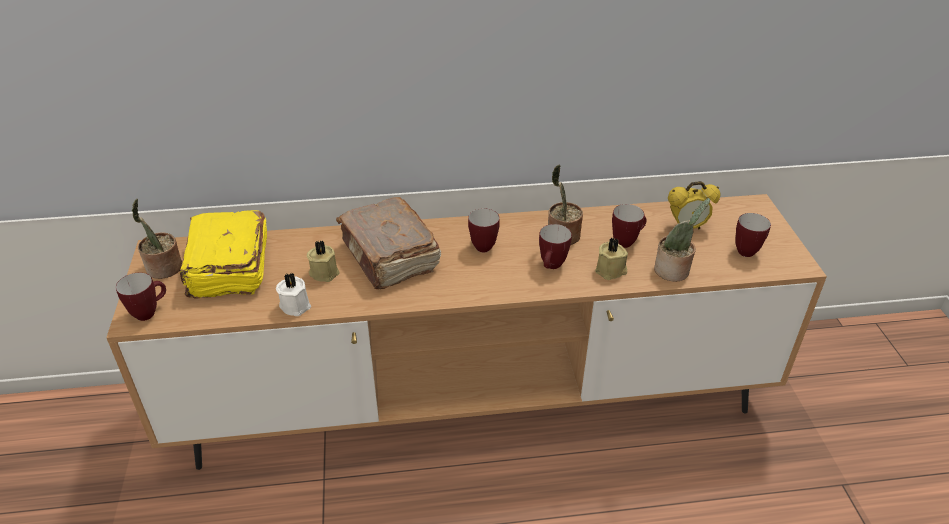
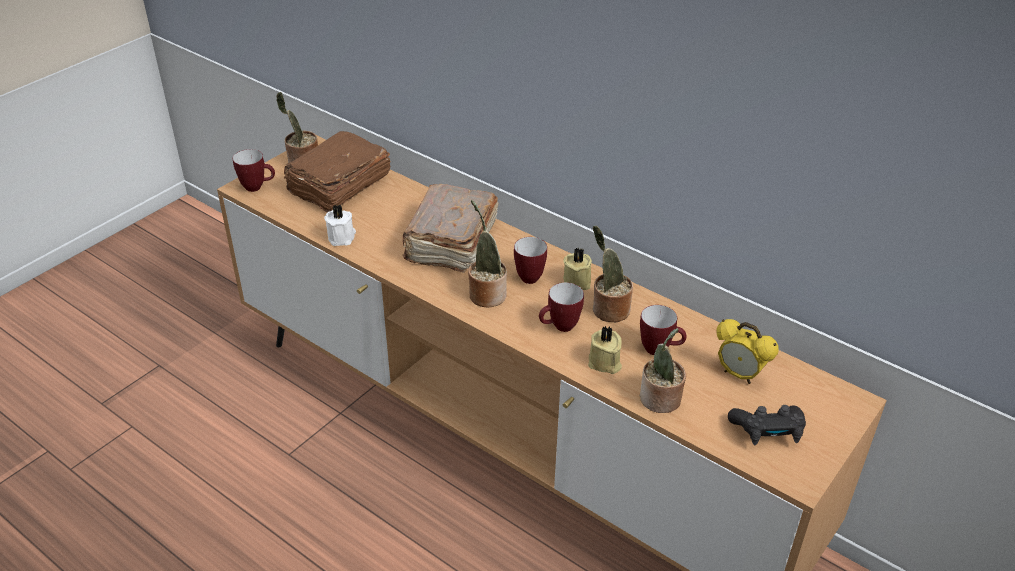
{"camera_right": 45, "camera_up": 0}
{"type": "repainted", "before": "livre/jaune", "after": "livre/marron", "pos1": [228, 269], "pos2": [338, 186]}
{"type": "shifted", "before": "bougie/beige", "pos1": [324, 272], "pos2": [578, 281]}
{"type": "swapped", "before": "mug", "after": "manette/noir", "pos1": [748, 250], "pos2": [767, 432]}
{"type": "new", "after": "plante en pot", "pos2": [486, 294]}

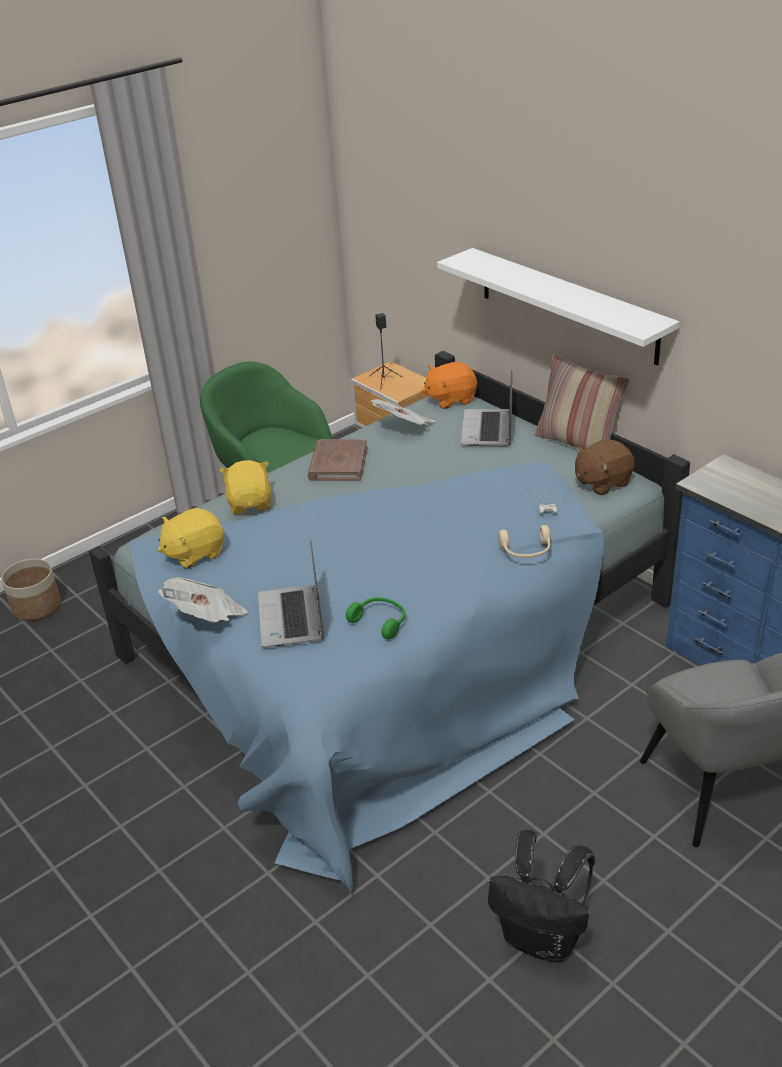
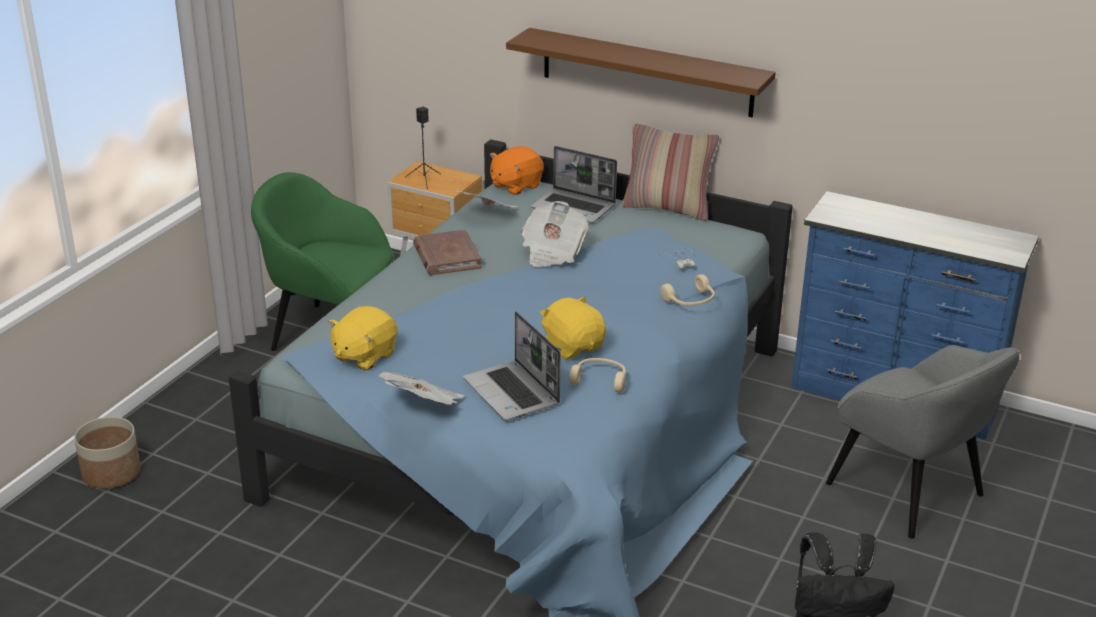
{"camera_right": -25, "camera_up": -5}
{"type": "shifted", "before": "peluche/jaune", "pos1": [250, 503], "pos2": [573, 346]}
{"type": "repainted", "before": "casque audio/vert", "after": "casque audio/beige", "pos1": [380, 621], "pos2": [600, 380]}
{"type": "repainted", "before": "étagère/blanc", "after": "étagère/marron", "pos1": [567, 305], "pos2": [646, 72]}
{"type": "rotated", "before": "ordinateur portable", "pos1": [488, 430], "pos2": [574, 207], "turn": -45}
{"type": "gone", "before": "peluche/marron", "pos1": [602, 482]}
{"type": "new", "after": "journal", "pos2": [552, 252]}

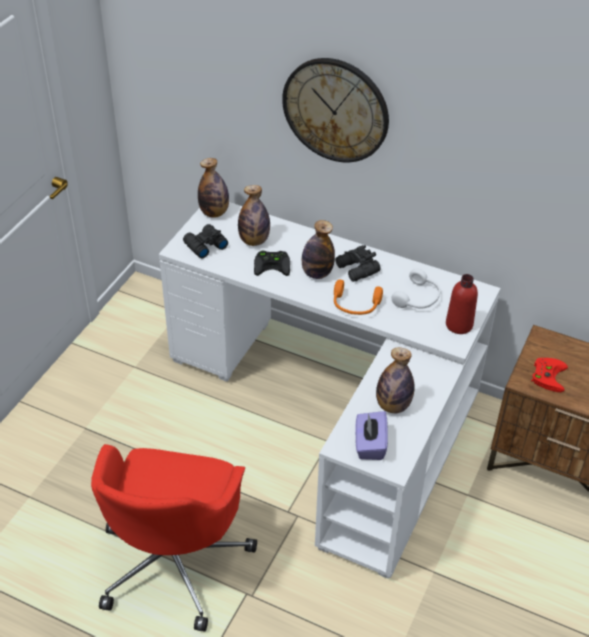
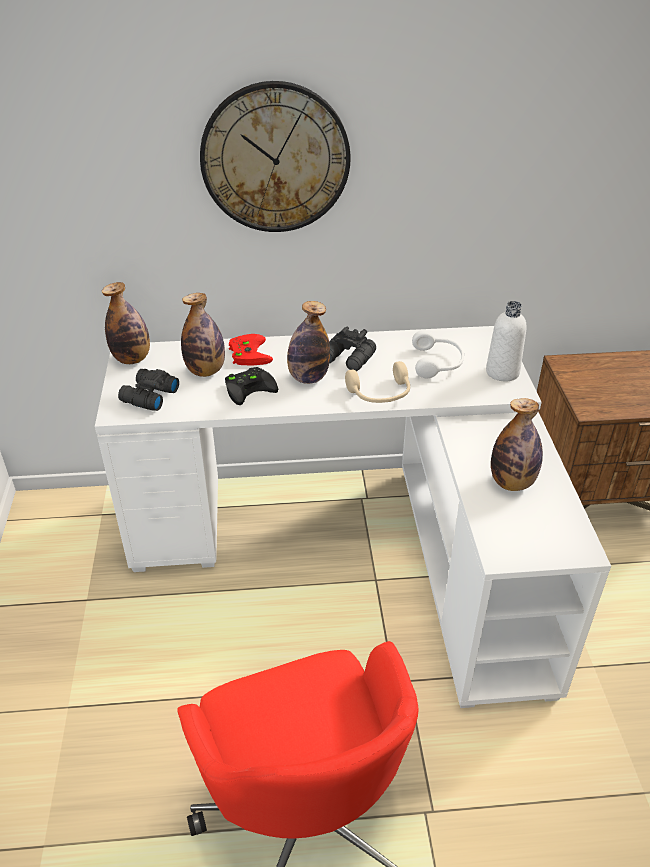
{"camera_right": -30, "camera_up": -5}
{"type": "repainted", "before": "casque audio/orange", "after": "casque audio/beige", "pos1": [355, 306], "pos2": [380, 394]}
{"type": "gone", "before": "boîte à mouchoirs/violet", "pos1": [370, 445]}
{"type": "repainted", "before": "bouteille/rouge", "after": "bouteille/blanc", "pos1": [459, 325], "pos2": [502, 372]}
{"type": "shifted", "before": "manette/rouge", "pos1": [547, 375], "pos2": [247, 353]}

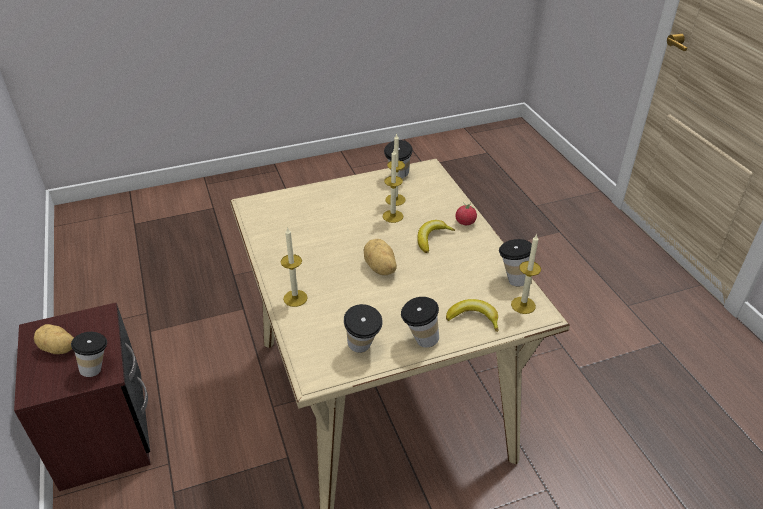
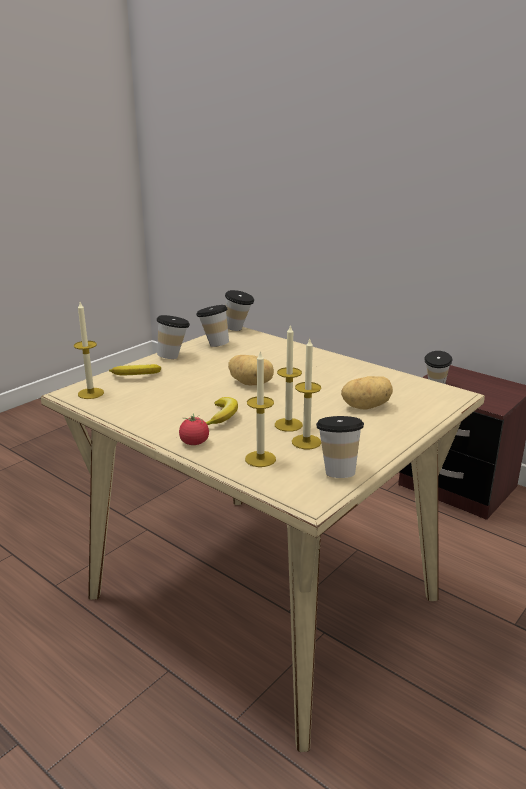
{"camera_right": 150, "camera_up": -15}
{"type": "shifted", "before": "pomme de terre", "pos1": [58, 349], "pos2": [365, 406]}
{"type": "shifted", "before": "bougie", "pos1": [295, 298], "pos2": [260, 459]}
{"type": "shifted", "before": "tasse", "pos1": [512, 279], "pos2": [239, 329]}

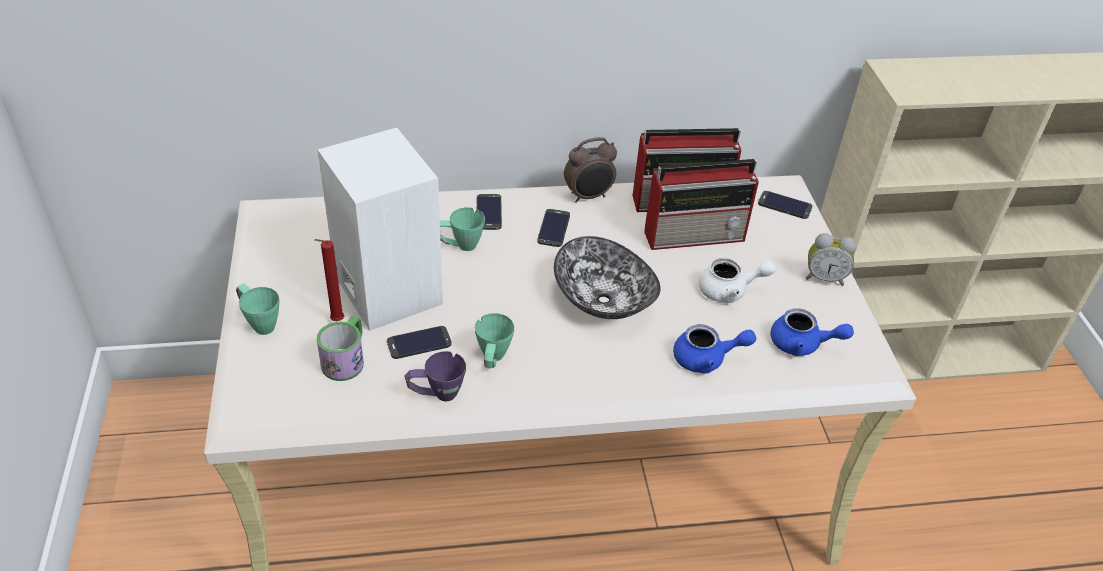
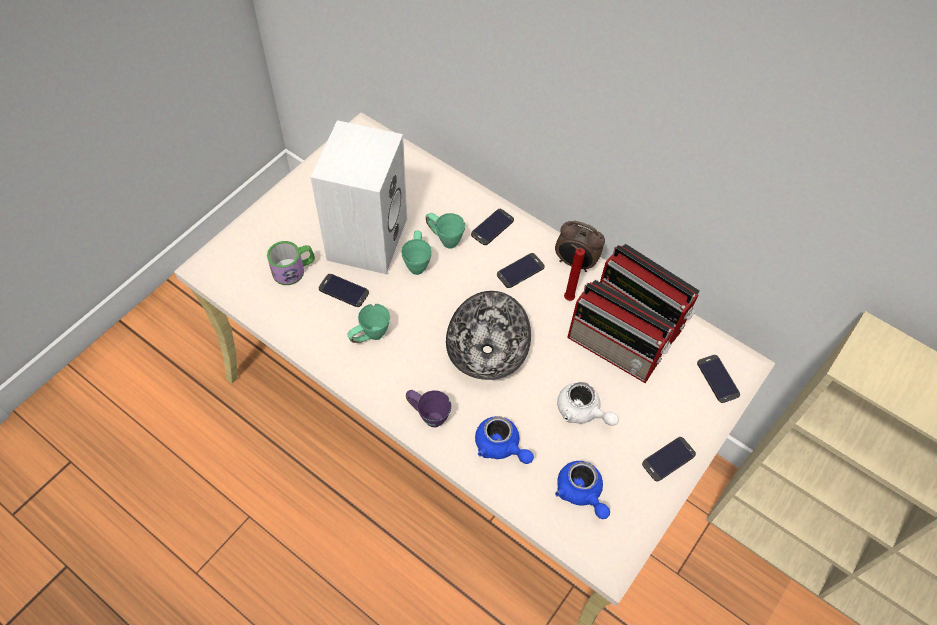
{"camera_right": 45, "camera_up": 15}
{"type": "shifted", "before": "mug/vert", "pos1": [259, 323], "pos2": [417, 262]}
{"type": "shifted", "before": "bougie/rouge", "pos1": [335, 321], "pos2": [567, 298]}
{"type": "shifted", "before": "mug/violet", "pos1": [436, 395], "pos2": [427, 416]}
{"type": "swapped", "before": "réveil", "after": "téléphone", "pos1": [824, 278], "pos2": [668, 459]}

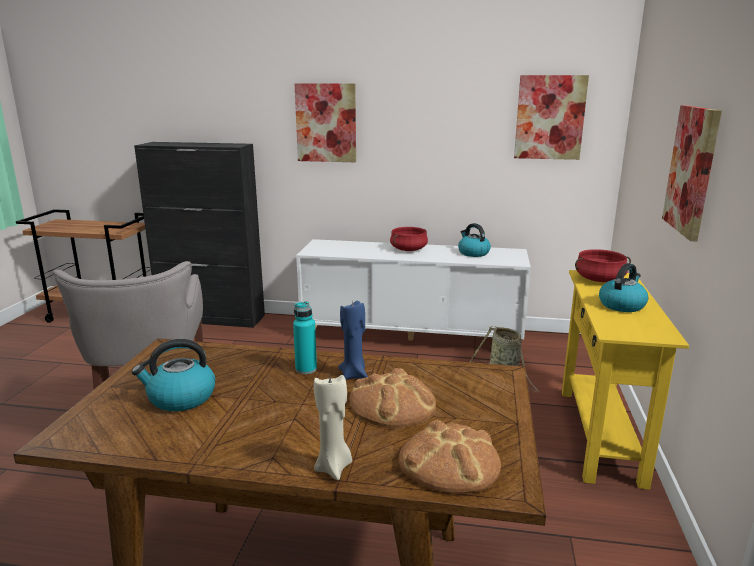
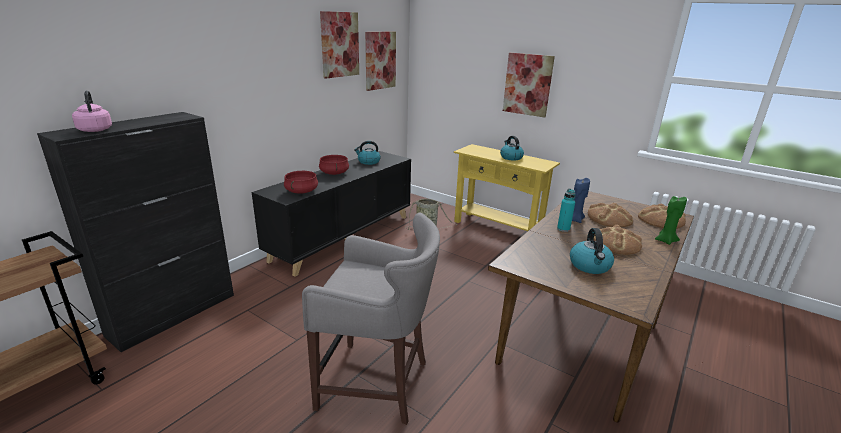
{"camera_right": -65, "camera_up": 5}
{"type": "shifted", "before": "tableau", "pos1": [326, 123], "pos2": [339, 44]}
{"type": "repainted", "before": "meuble de rangement/blanc", "after": "meuble de rangement/noir", "pos1": [412, 337], "pos2": [344, 237]}
{"type": "repainted", "before": "bougie/beige", "after": "bougie/vert", "pos1": [334, 467], "pos2": [665, 241]}
{"type": "shifted", "before": "marmite/rouge", "pos1": [599, 280], "pos2": [301, 191]}
{"type": "new", "after": "bouilloire/rose", "pos2": [95, 129]}
{"type": "new", "after": "pain", "pos2": [615, 243]}

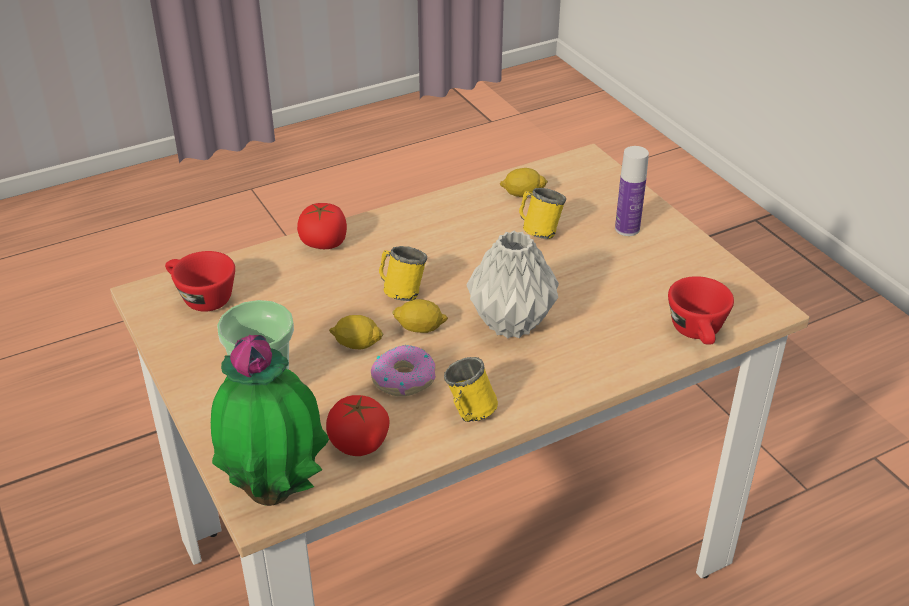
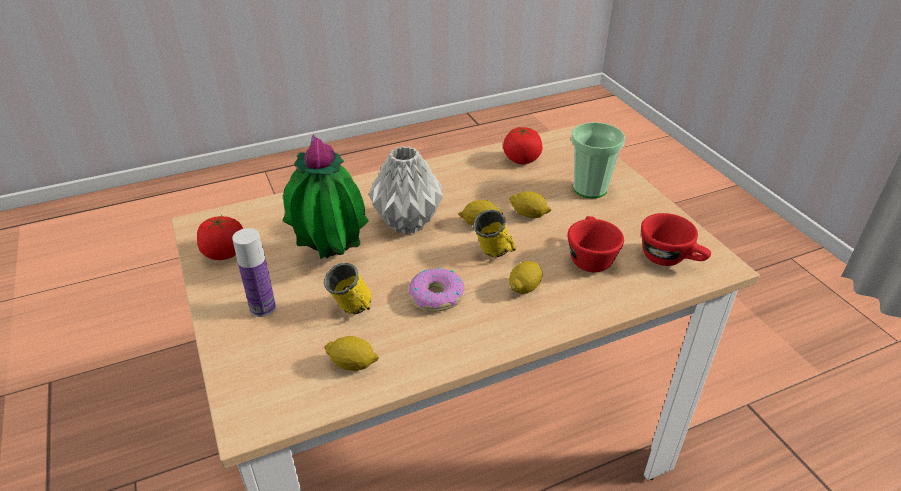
{"camera_right": -175, "camera_up": 0}
{"type": "shifted", "before": "plante en pot", "pos1": [276, 490], "pos2": [331, 258]}
{"type": "shifted", "before": "tomate", "pos1": [324, 243], "pos2": [224, 252]}
{"type": "shifted", "before": "beignet", "pos1": [403, 378], "pos2": [436, 296]}
{"type": "gone", "before": "mug/jaune", "pos1": [468, 415]}
{"type": "shifted", "before": "tasse/rouge", "pos1": [698, 333], "pos2": [589, 257]}
{"type": "new", "after": "citron", "pos2": [524, 287]}

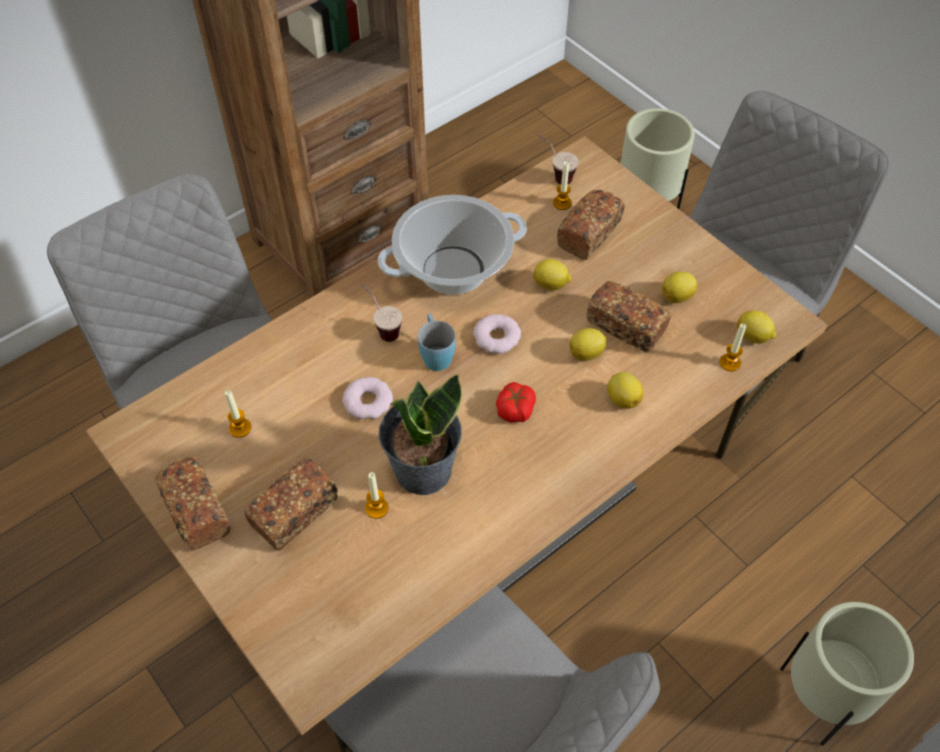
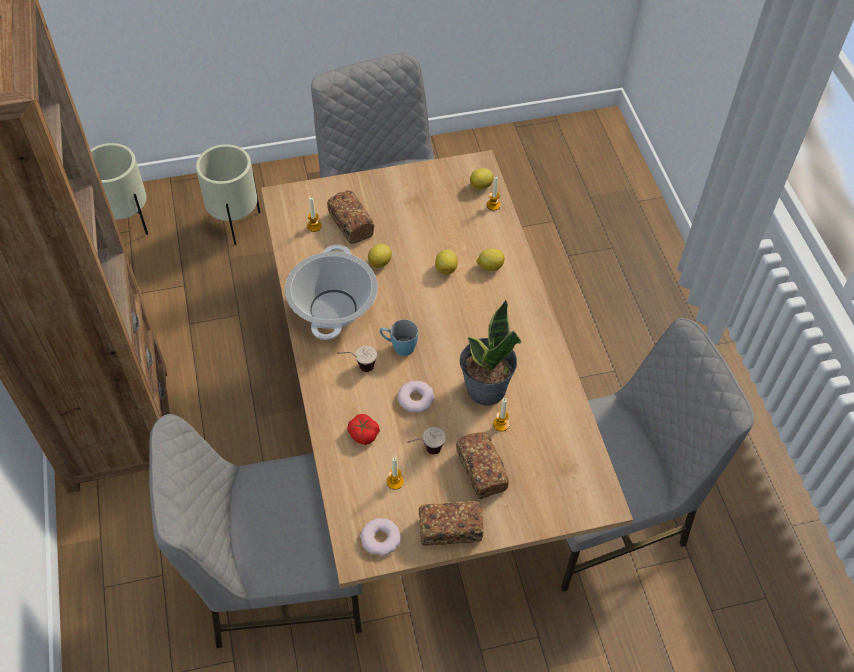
{"camera_right": -65, "camera_up": 0}
{"type": "shifted", "before": "beignet", "pos1": [497, 337], "pos2": [381, 539]}
{"type": "shifted", "before": "tomate", "pos1": [515, 409], "pos2": [363, 434]}
{"type": "shifted", "before": "tasse", "pos1": [554, 175], "pos2": [425, 452]}
{"type": "gone", "before": "pain", "pos1": [626, 326]}
{"type": "gone", "before": "citron", "pos1": [677, 296]}
{"type": "shifted", "before": "cache-pot/beige", "pos1": [820, 699], "pos2": [128, 222]}

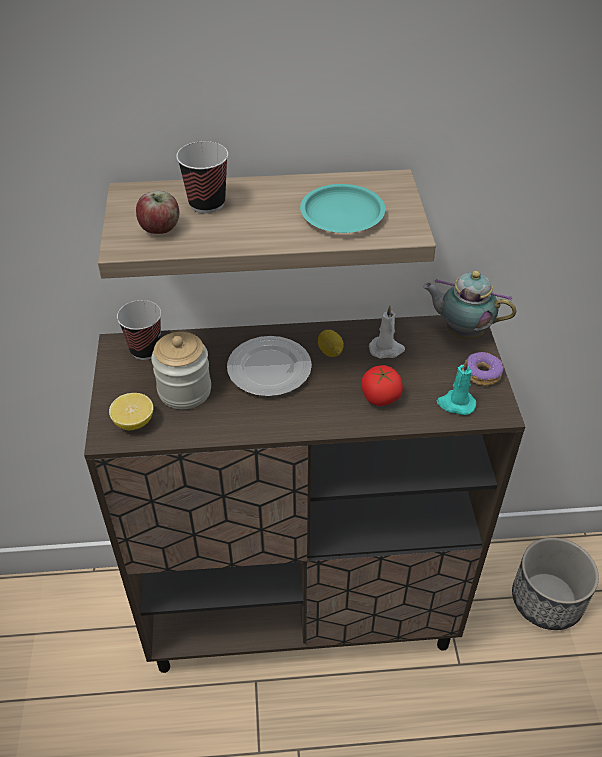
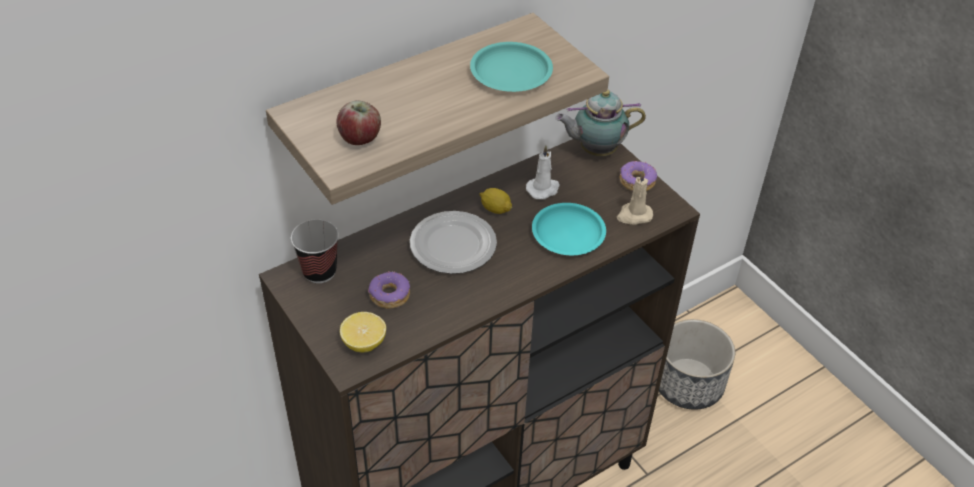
{"camera_right": -30, "camera_up": 0}
{"type": "swapped", "before": "bocal", "after": "beignet", "pos1": [184, 390], "pos2": [389, 295]}
{"type": "gone", "before": "tasse", "pos1": [207, 203]}
{"type": "swapped", "before": "tomate", "after": "assiette/turquoise", "pos1": [380, 397], "pos2": [568, 234]}
{"type": "repainted", "before": "bougie/turquoise", "after": "bougie/beige", "pos1": [455, 404], "pos2": [634, 215]}

